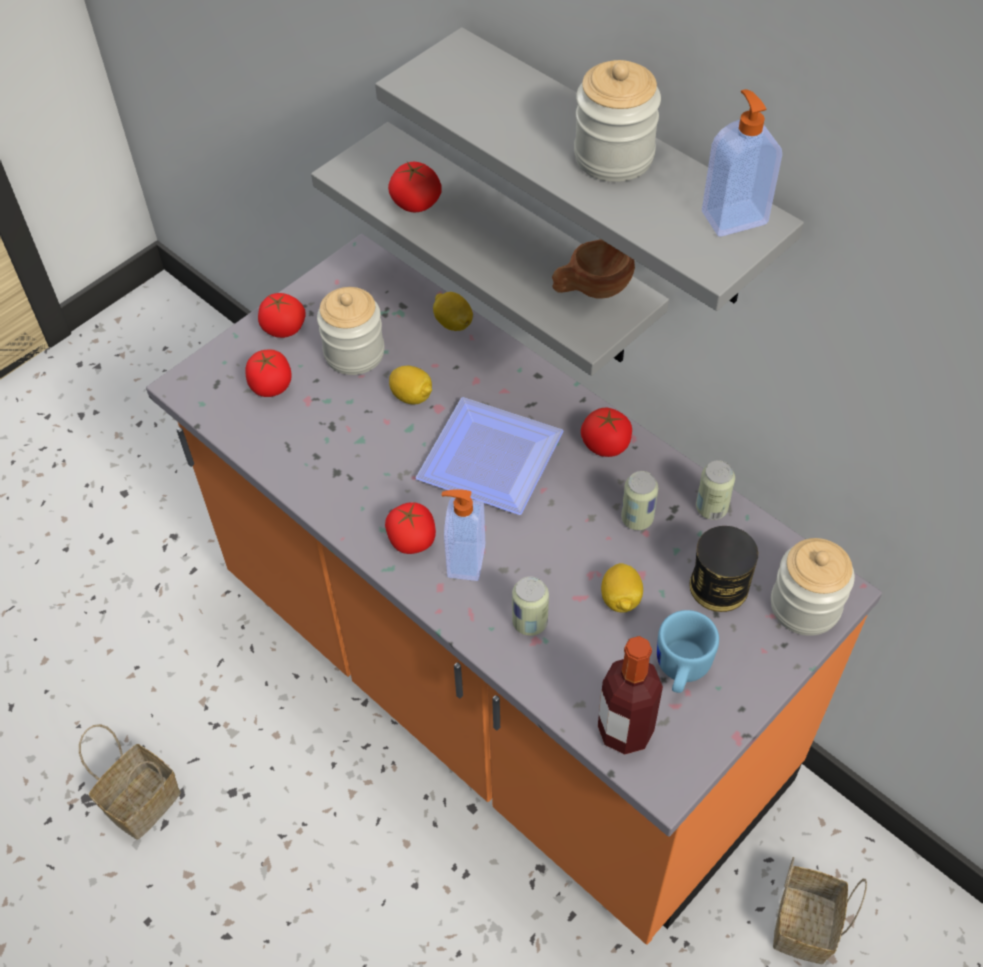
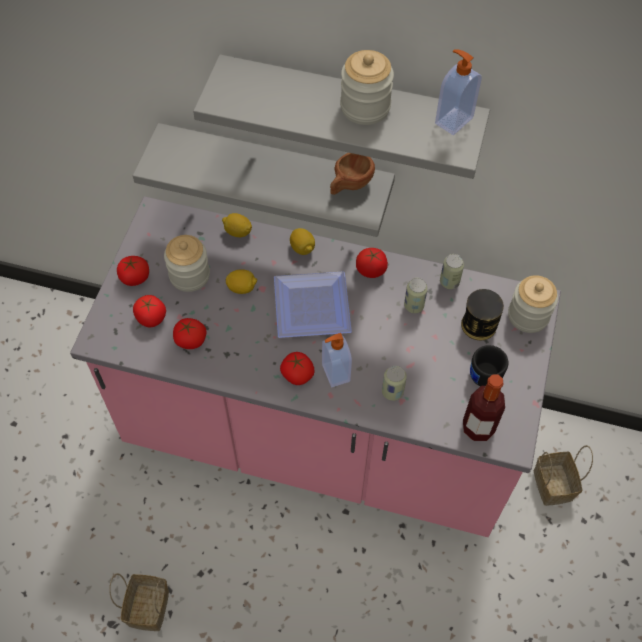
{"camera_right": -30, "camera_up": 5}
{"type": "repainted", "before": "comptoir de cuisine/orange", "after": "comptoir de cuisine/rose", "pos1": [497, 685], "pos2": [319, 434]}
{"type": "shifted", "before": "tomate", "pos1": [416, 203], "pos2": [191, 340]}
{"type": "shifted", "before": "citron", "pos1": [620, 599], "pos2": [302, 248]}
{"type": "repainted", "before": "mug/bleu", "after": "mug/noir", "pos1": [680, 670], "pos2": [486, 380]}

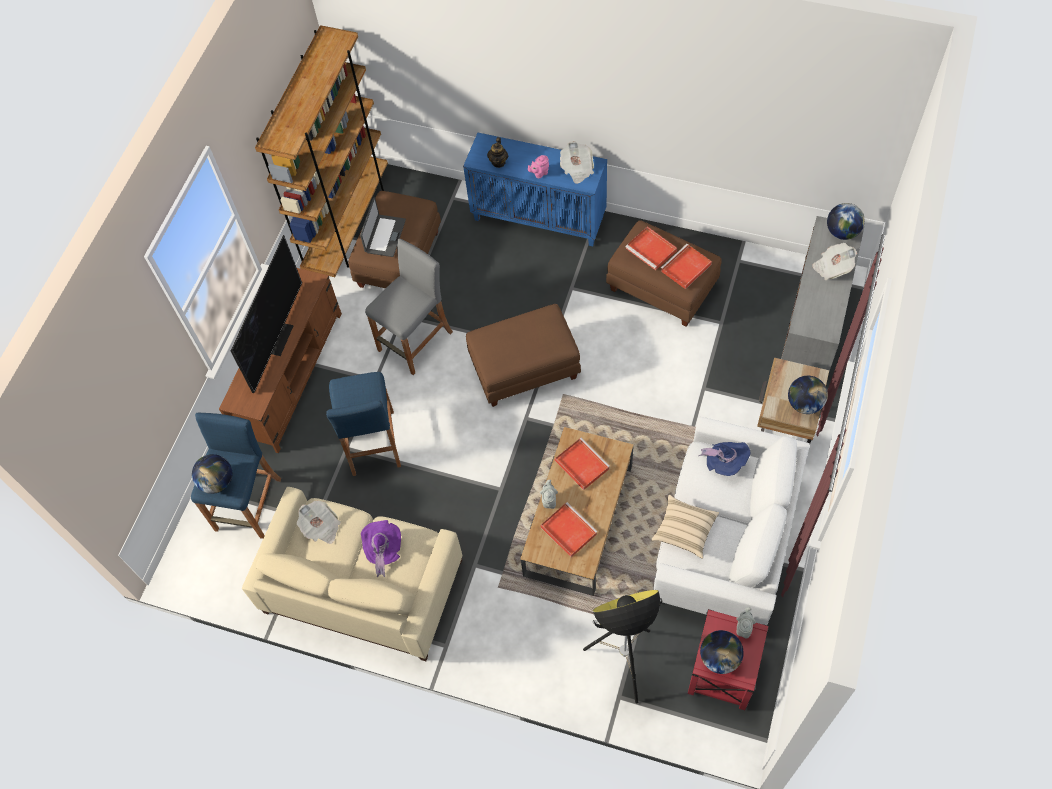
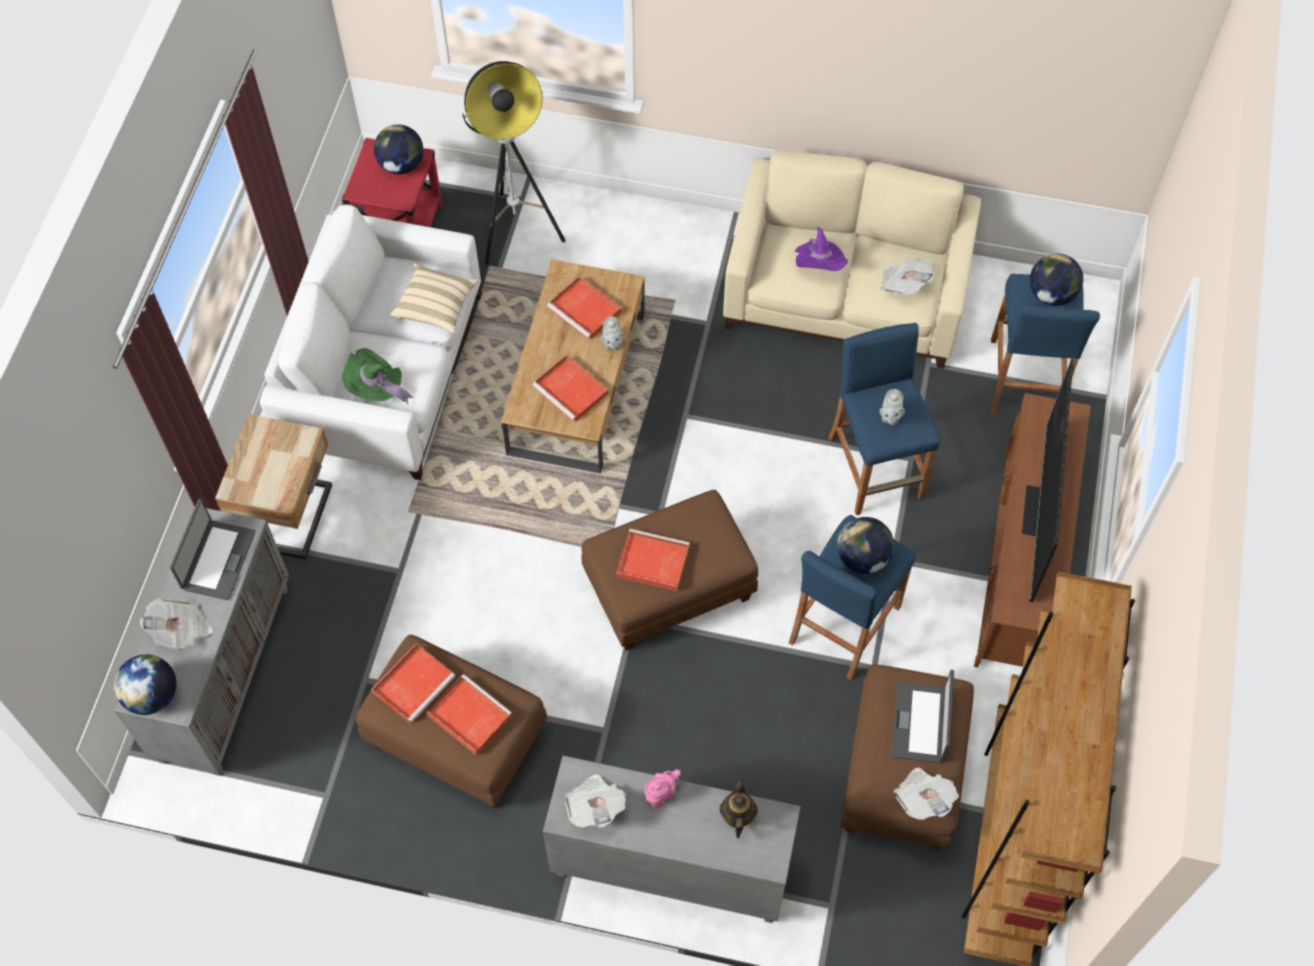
{"camera_right": 170, "camera_up": 0}
{"type": "repainted", "before": "tabouret/gris", "after": "tabouret/bleu", "pos1": [415, 342], "pos2": [844, 624]}
{"type": "repainted", "before": "meuble de rangement/bleu", "after": "meuble de rangement/gris", "pos1": [539, 218], "pos2": [669, 868]}
{"type": "repainted", "before": "chapeau/bleu", "after": "chapeau/vert", "pos1": [725, 463], "pos2": [377, 389]}
{"type": "shifted", "before": "théière/gris", "pos1": [744, 628], "pos2": [890, 417]}
{"type": "shifted", "before": "globe", "pos1": [804, 404], "pos2": [862, 558]}
{"type": "new", "after": "ordinateur portable", "pos2": [217, 560]}
{"type": "new", "after": "plateau/rouge", "pos2": [651, 561]}
{"type": "new", "after": "journal", "pos2": [923, 798]}

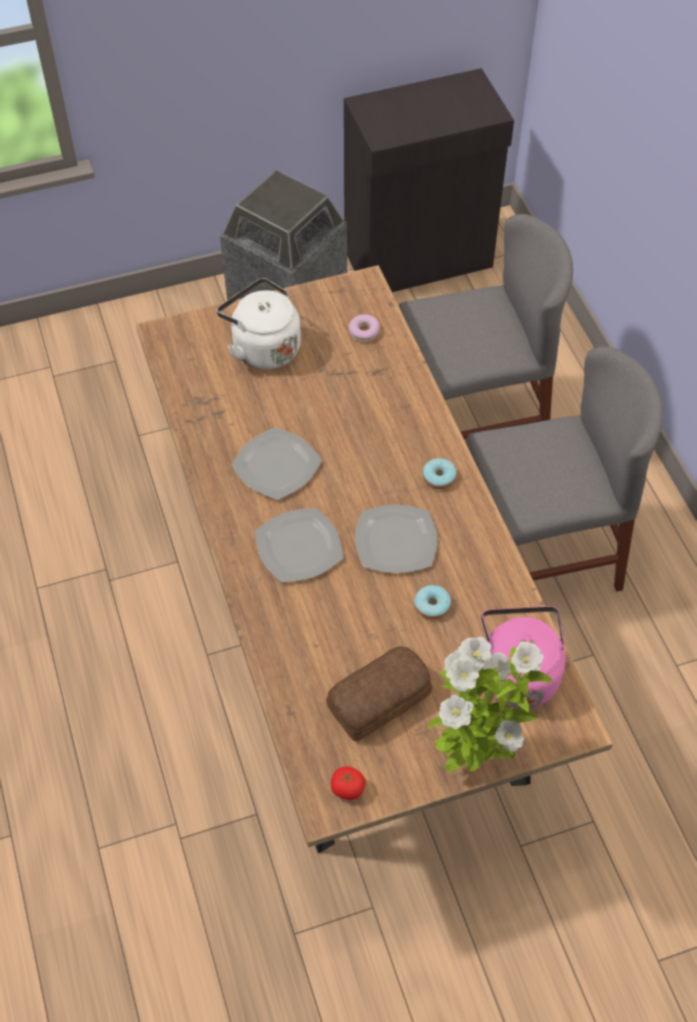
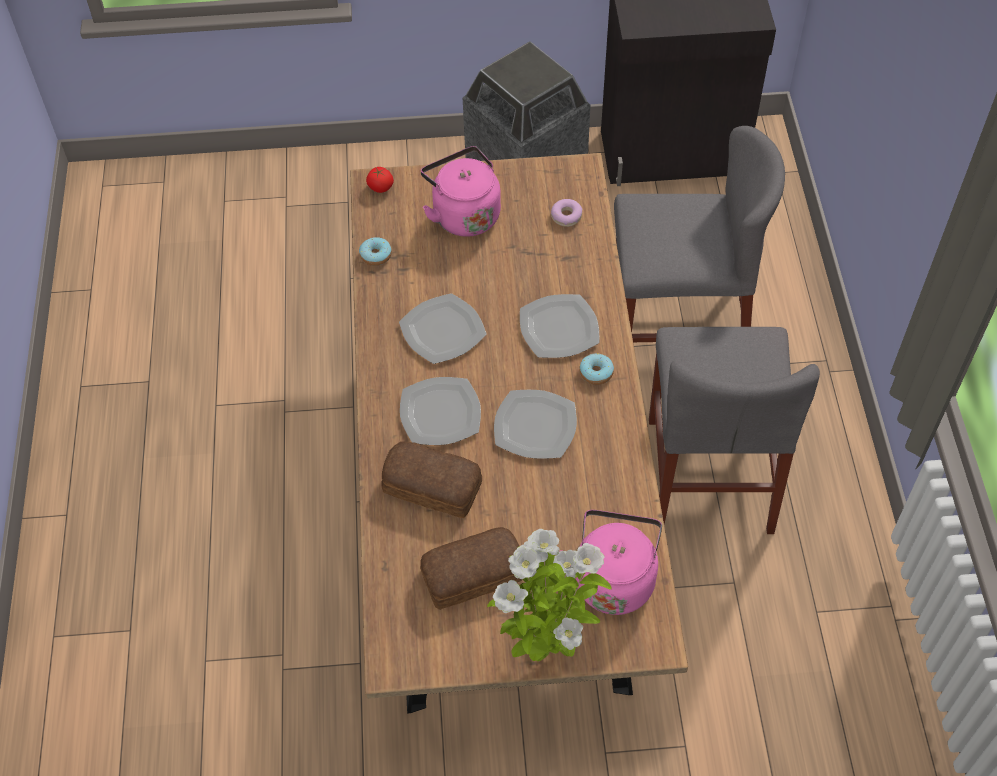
{"camera_right": 15, "camera_up": 0}
{"type": "repainted", "before": "bouilloire/blanc", "after": "bouilloire/rose", "pos1": [263, 347], "pos2": [463, 214]}
{"type": "shifted", "before": "tomate", "pos1": [347, 789], "pos2": [380, 187]}
{"type": "shifted", "before": "beignet", "pos1": [432, 606], "pos2": [376, 255]}
{"type": "rotated", "before": "chaise/gris", "pos1": [540, 556], "pos2": [709, 474], "turn": 90}
{"type": "new", "after": "pain", "pos2": [431, 485]}
{"type": "new", "after": "assiette", "pos2": [558, 329]}

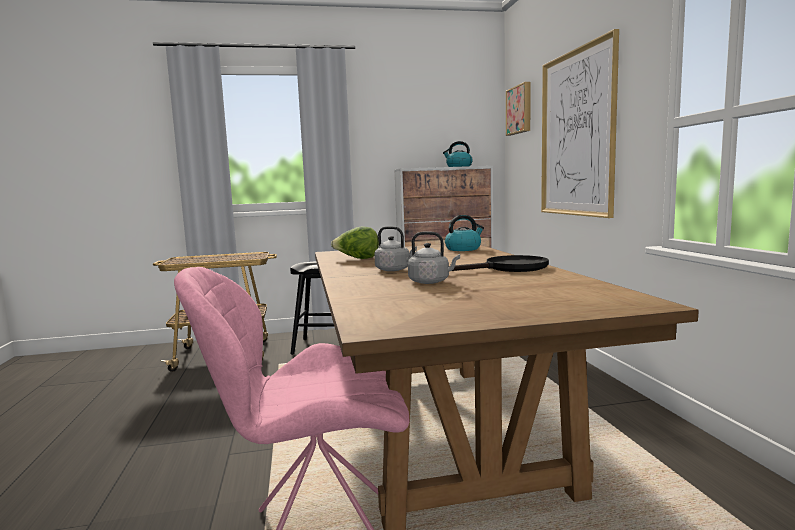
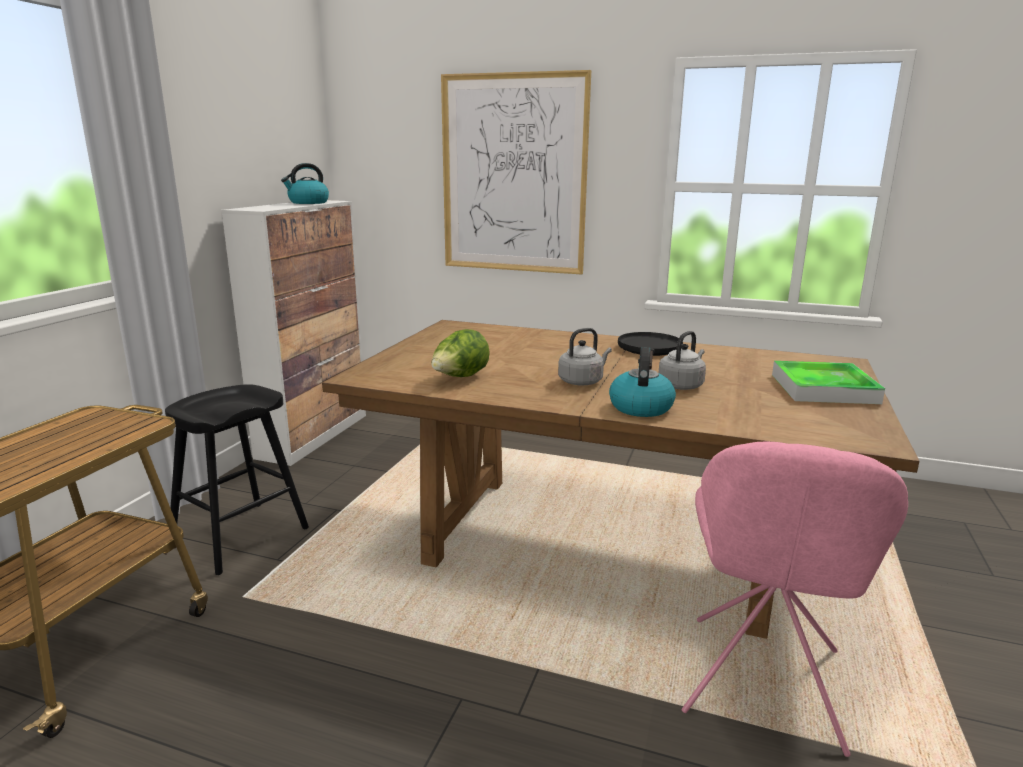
{"camera_right": -60, "camera_up": 10}
{"type": "shifted", "before": "bouilloire", "pos1": [463, 249], "pos2": [640, 407]}
{"type": "gone", "before": "tableau", "pos1": [520, 110]}
{"type": "new", "after": "plateau", "pos2": [823, 388]}

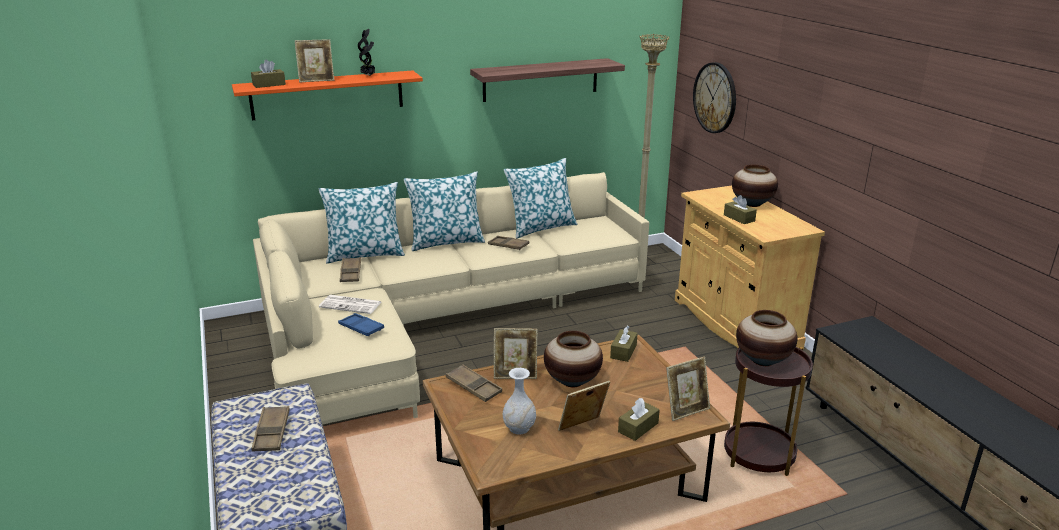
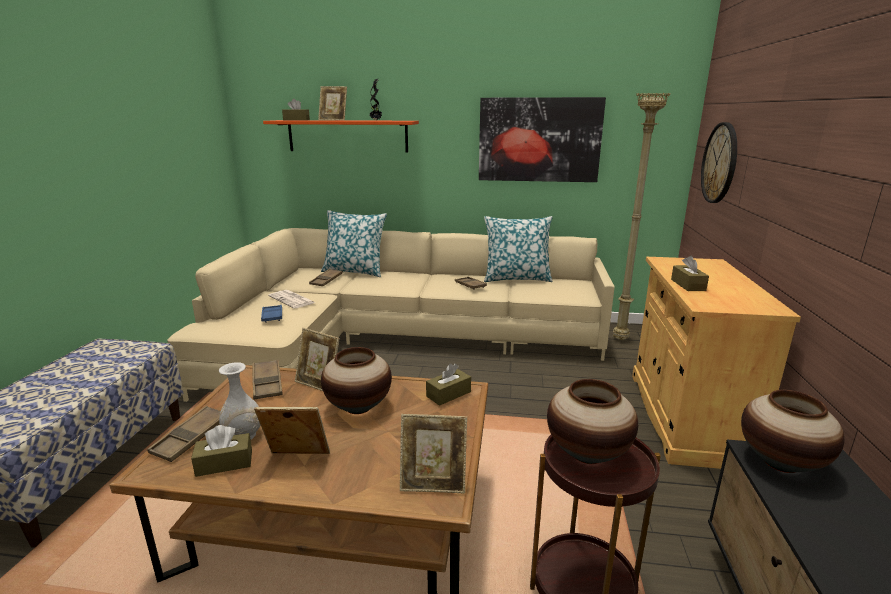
{"camera_right": 30, "camera_up": -5}
{"type": "shifted", "before": "plateau/marron", "pos1": [271, 432], "pos2": [191, 437]}
{"type": "gone", "before": "coussin", "pos1": [446, 242]}
{"type": "swapped", "before": "étagère", "after": "tableau", "pos1": [540, 80], "pos2": [539, 140]}
{"type": "shifted", "before": "boîte à mouchoirs/marron", "pos1": [638, 427], "pos2": [224, 463]}
{"type": "shifted", "before": "vase", "pos1": [752, 204], "pos2": [781, 463]}

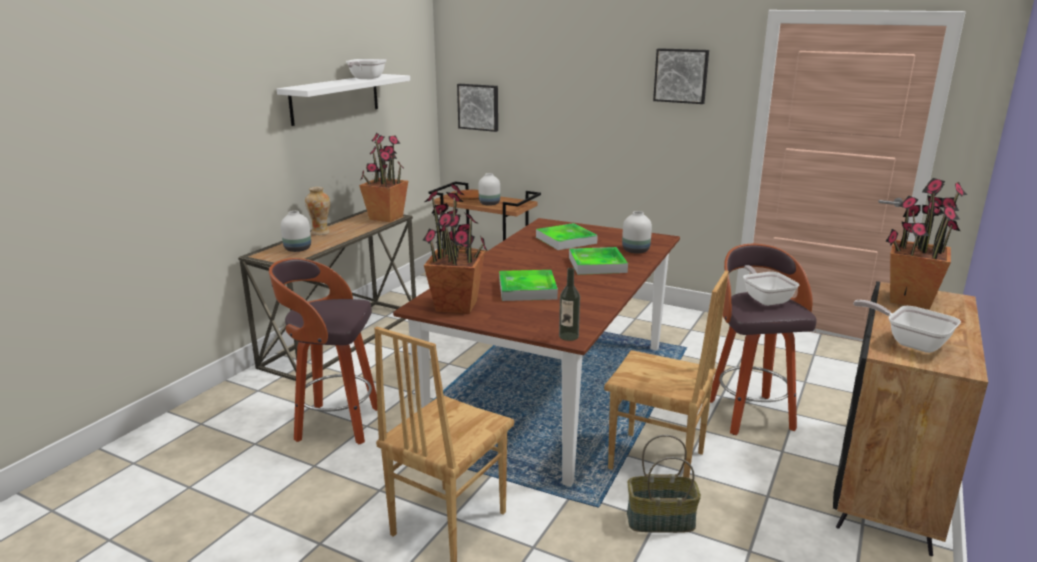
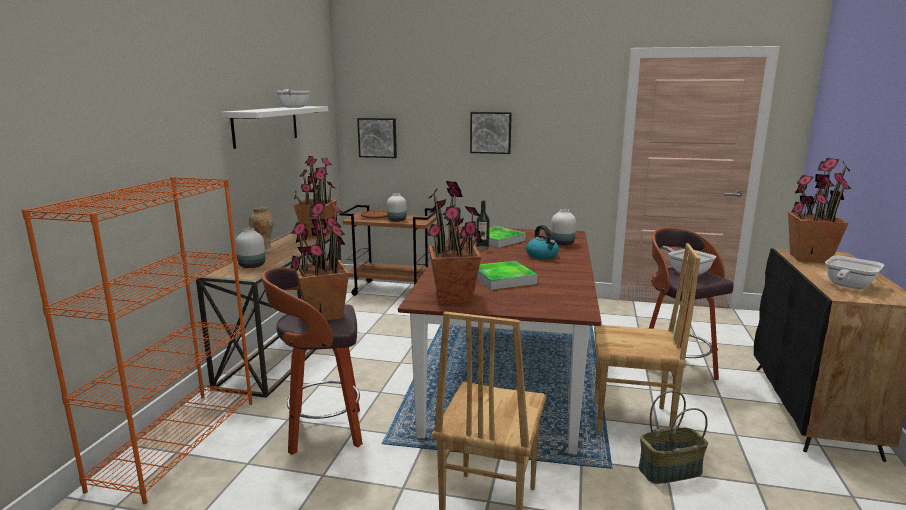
{"camera_right": -15, "camera_up": -5}
{"type": "shifted", "before": "bouteille", "pos1": [568, 336], "pos2": [482, 248]}
{"type": "swapped", "before": "plateau", "after": "bouilloire", "pos1": [597, 265], "pos2": [542, 255]}
{"type": "shifted", "before": "tableau", "pos1": [681, 75], "pos2": [490, 132]}
{"type": "rotated", "before": "poêle", "pos1": [910, 342], "pos2": [847, 286], "turn": -75}
{"type": "new", "after": "bibliothèque/orange", "pos2": [178, 441]}
{"type": "new", "after": "plante en pot", "pos2": [323, 314]}

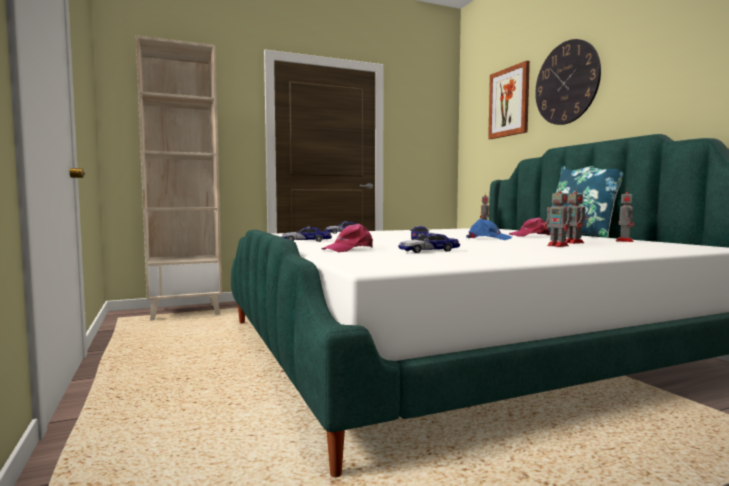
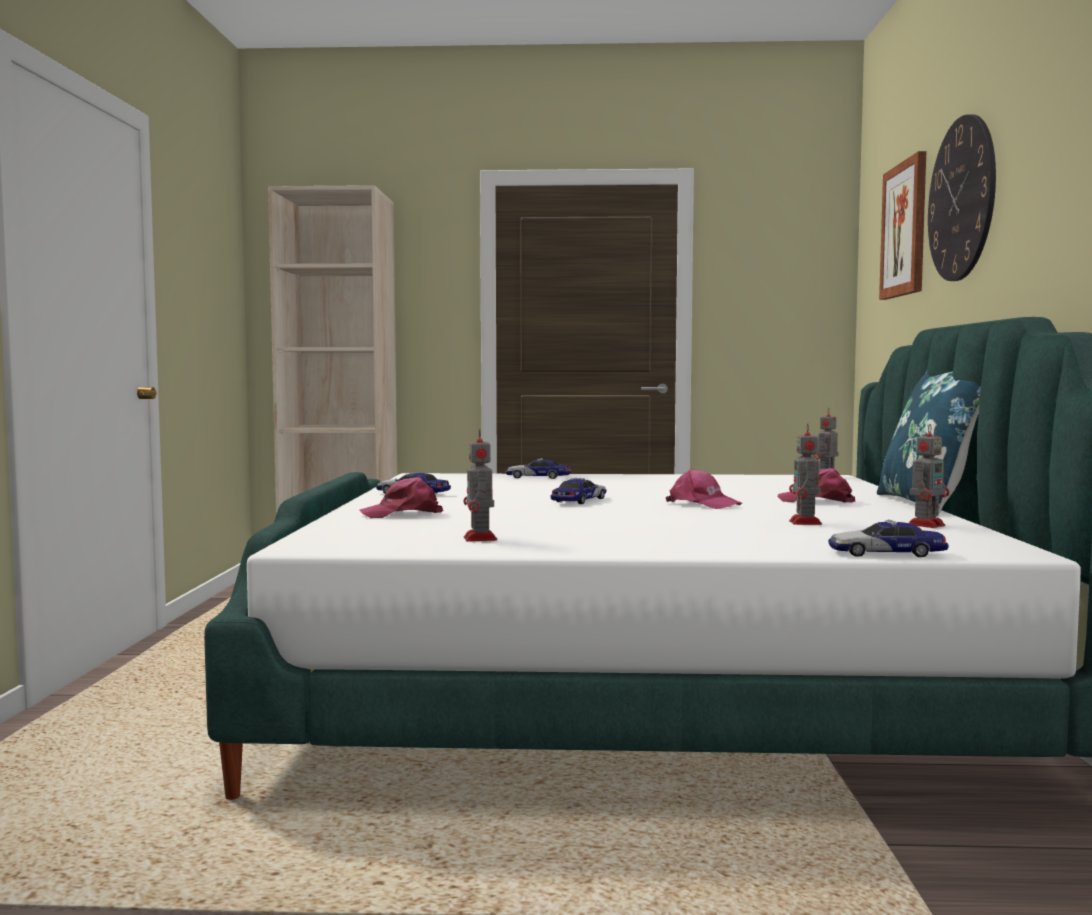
{"camera_right": 25, "camera_up": 0}
{"type": "shifted", "before": "petite voiture", "pos1": [429, 251], "pos2": [886, 553]}
{"type": "repainted", "before": "casquette/bleu", "after": "casquette/rose", "pos1": [488, 239], "pos2": [702, 504]}
{"type": "shifted", "before": "robot jouet", "pos1": [558, 246], "pos2": [480, 539]}

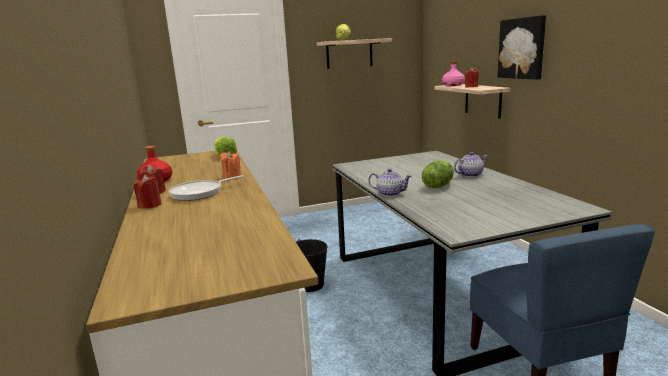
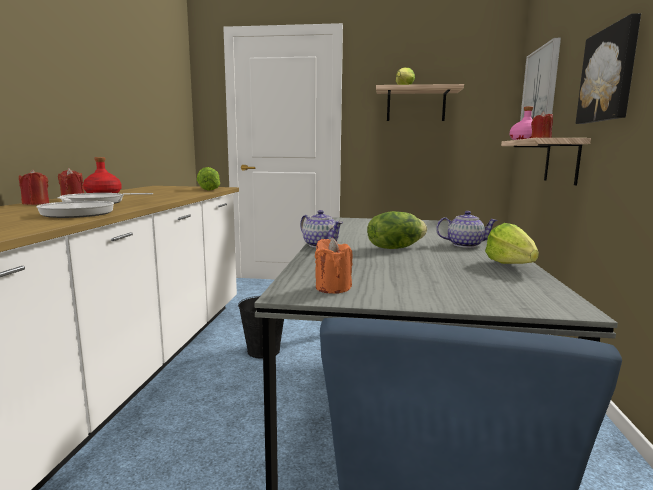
{"camera_right": 25, "camera_up": -5}
{"type": "shifted", "before": "bougie/orange", "pos1": [232, 177], "pos2": [332, 288]}
{"type": "new", "after": "poêle", "pos2": [76, 213]}
{"type": "new", "after": "laitue", "pos2": [512, 267]}
{"type": "new", "after": "tableau", "pos2": [540, 89]}

